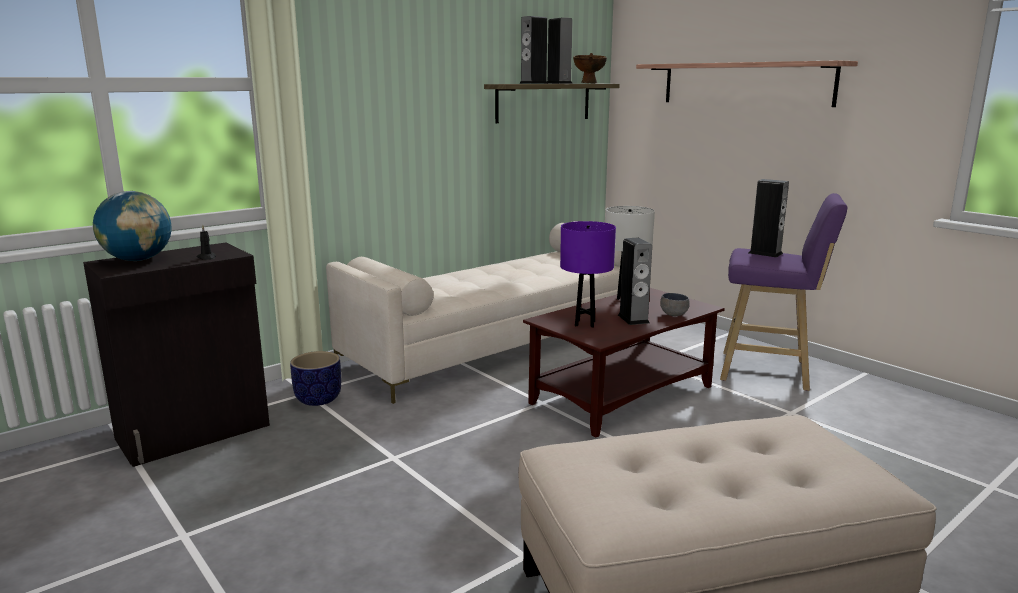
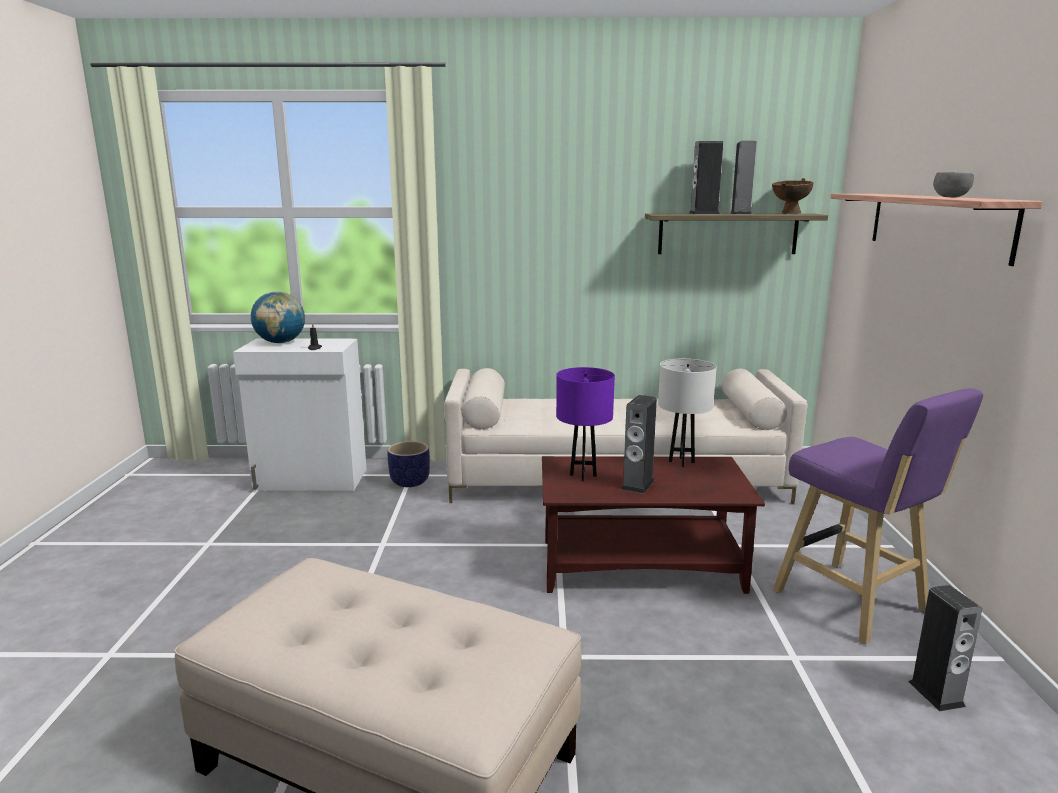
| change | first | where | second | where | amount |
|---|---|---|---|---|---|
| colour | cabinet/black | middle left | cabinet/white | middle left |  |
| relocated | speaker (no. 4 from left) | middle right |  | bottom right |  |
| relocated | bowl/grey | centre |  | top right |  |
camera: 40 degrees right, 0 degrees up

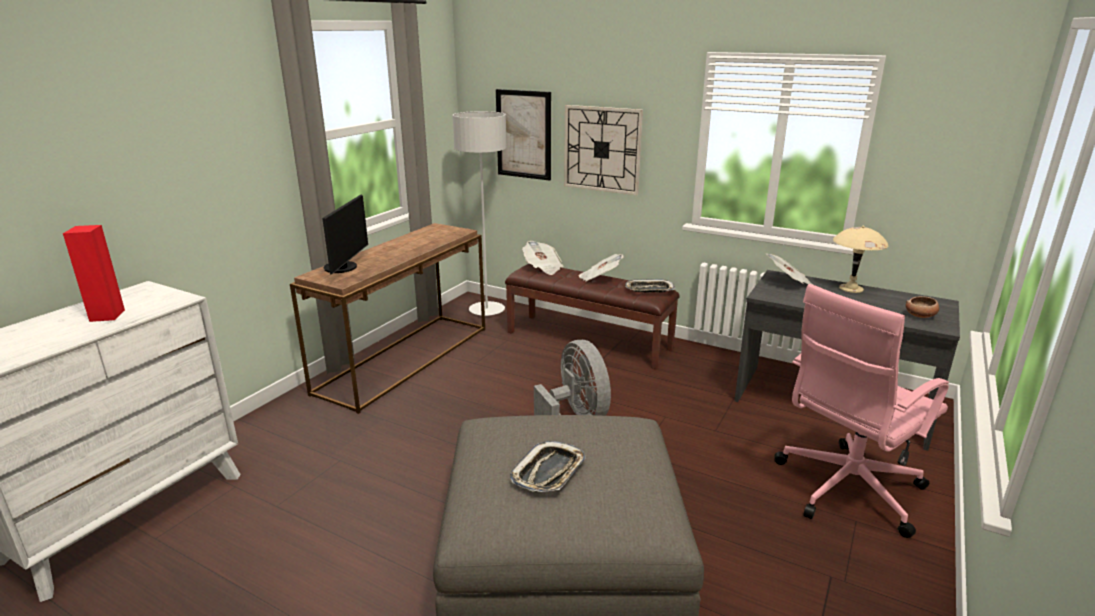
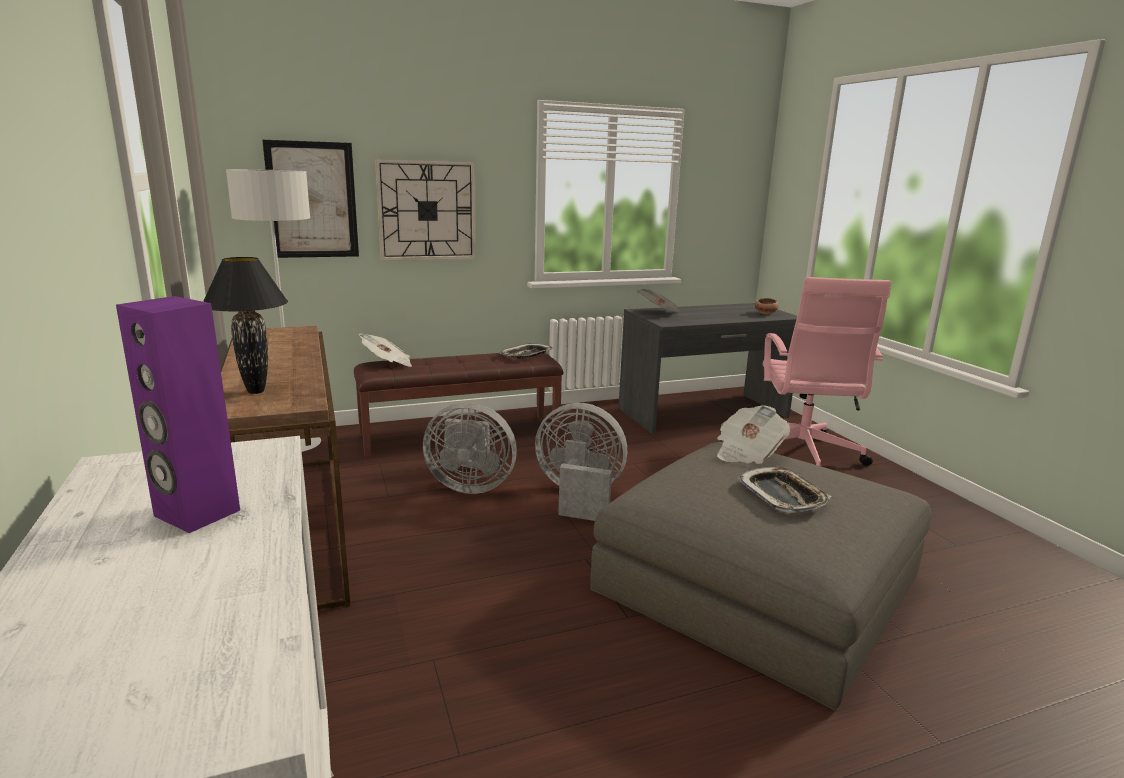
| change | first | where | second | where | amount |
|---|---|---|---|---|---|
| colour | speaker/red | middle left | speaker/purple | middle left |  |
| exchanged | monitor | middle left | table lamp/black | middle left |  |
| appeared |  |  | fan/grey (no. 1 from left) | centre |  |
| relocated | newspaper (no. 2 from left in the first image) | centre | newspaper (no. 3 from left) | middle right |  |
| missing | table lamp/beige | middle right |  |  |  |
camera: 50 degrees left, 5 degrees down

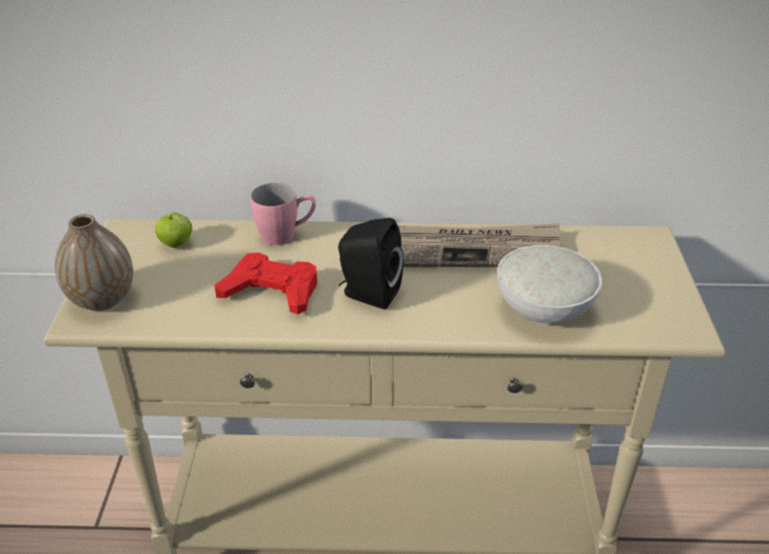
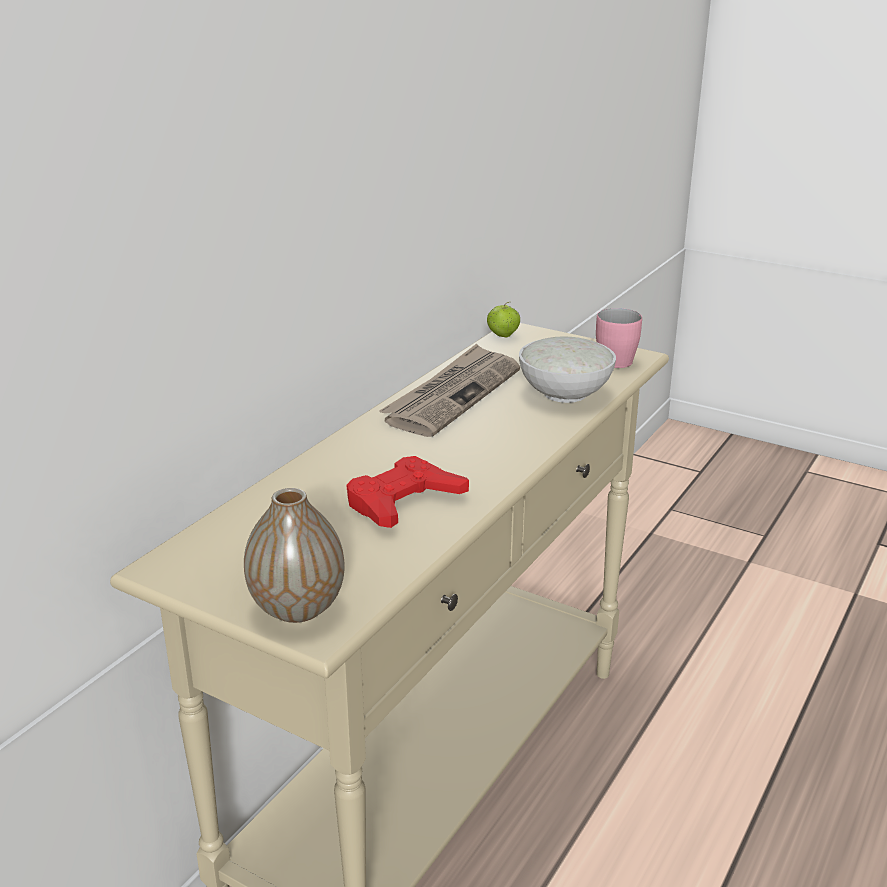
| change | first | where | second | where | amount |
|---|---|---|---|---|---|
| relocated | apple | middle left |  | centre |  |
| relocated | mug/pink | centre |  | middle right |  |
| missing | speaker/black | centre |  |  |  |
camera: 60 degrees left, 10 degrees down

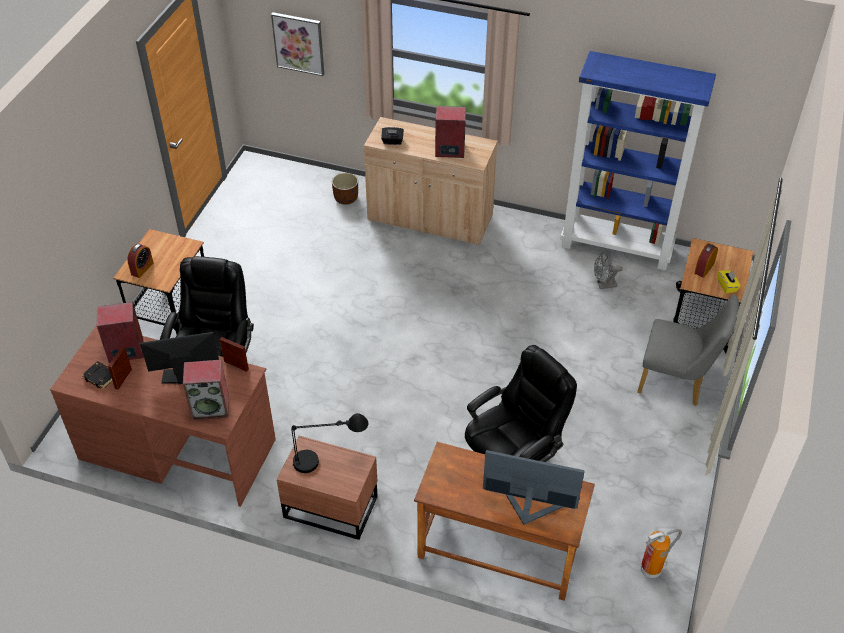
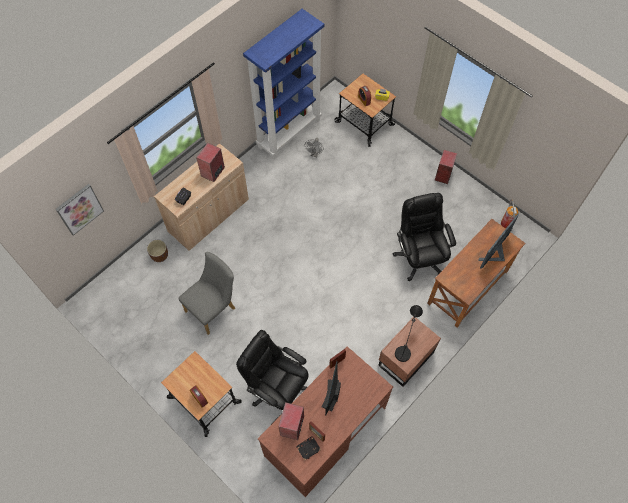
| change | first | where | second | where | amount |
|---|---|---|---|---|---|
| relocated | chair/grey | middle right |  | middle left |  |
| relocated | speaker (no. 2 from left in the first image) | middle left | speaker (no. 3 from left) | top right |  |
camera: 65 degrees left, 15 degrees up

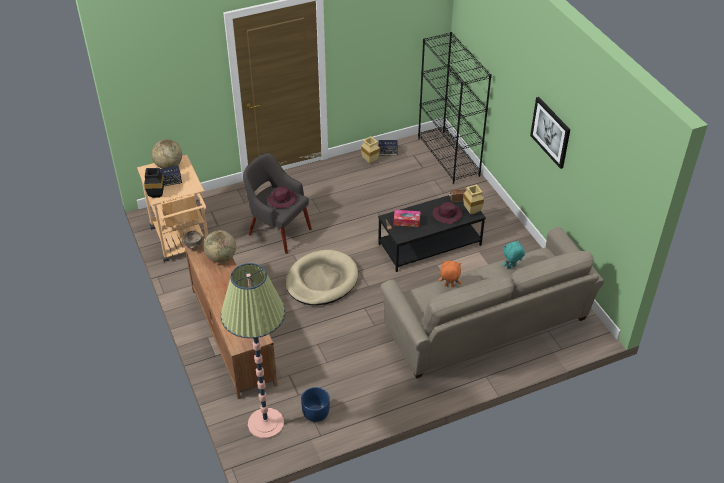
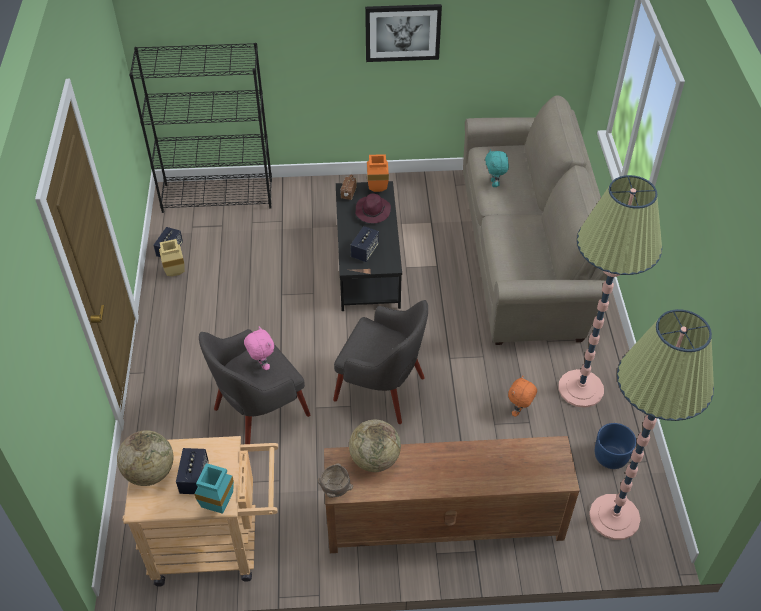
| change | first | where | second | where | amount |
|---|---|---|---|---|---|
| colour | vase/black | middle left | vase/turquoise | bottom left |  |
| exchanged | hat/purple (no. 1 from left) | centre | plush toy/pink | centre |  |
| exchanged | dog bed/beige | centre | armchair/grey (no. 2 from left) | centre |  |
| exchanged | tissue box | centre | speaker (no. 3 from left) | centre |  |
| colour | vase/beige (no. 2 from left) | centre | vase/orange | top centre |  |
| relocated | plush toy/orange | centre |  | middle right |  |
| appeared |  |  | floor lamp (no. 1 from left) | middle right |  |
camera: 70 degrees left, 5 degrees up

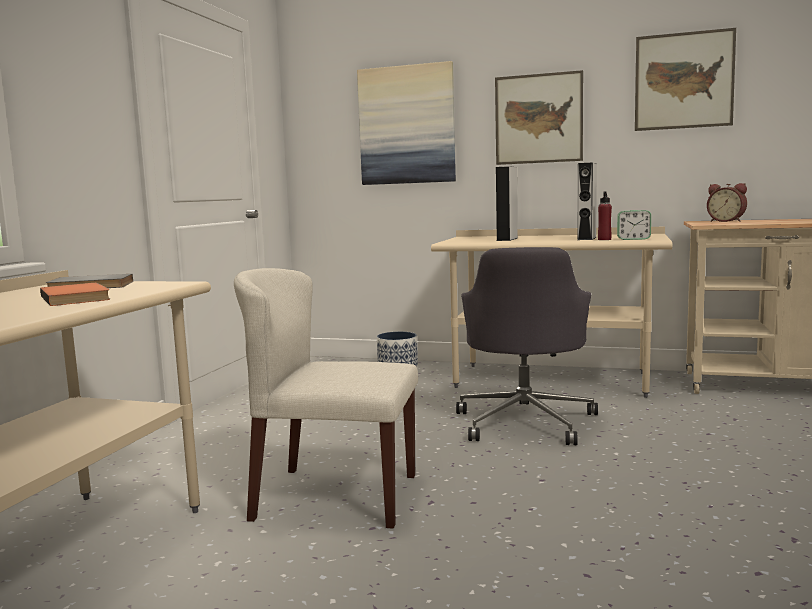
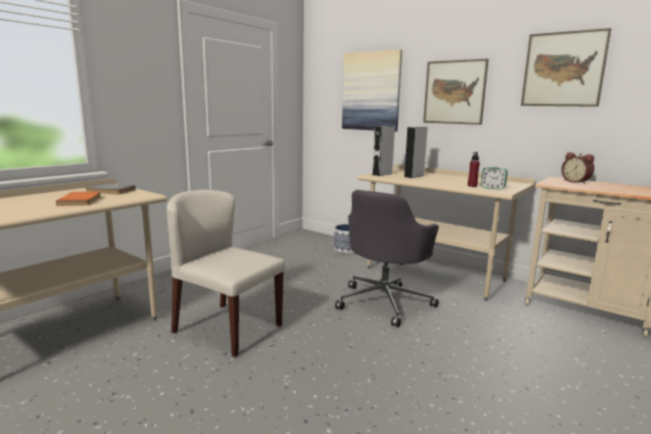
| change | first | where | second | where | amount |
|---|---|---|---|---|---|
| relocated | speaker/grey (no. 2 from left in the first image) | top right | speaker/grey (no. 1 from left) | centre |  |
camera: 20 degrees right, 5 degrees up

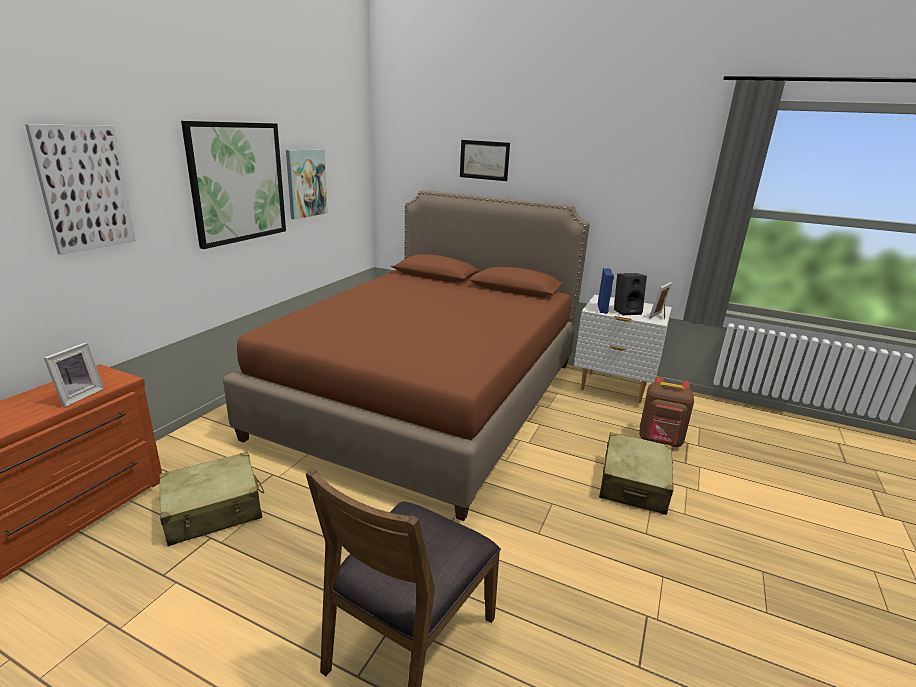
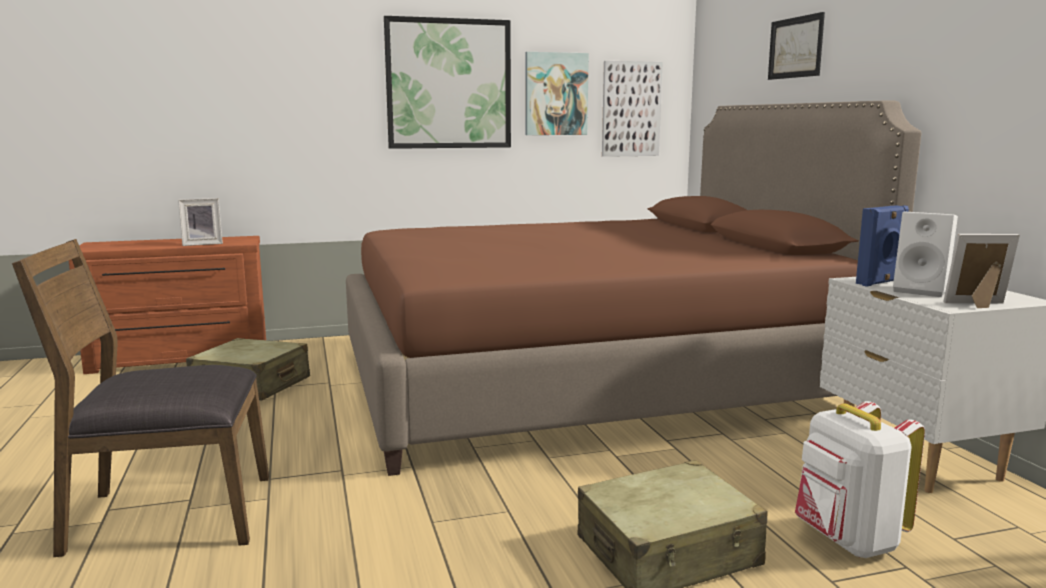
| change | first | where | second | where | amount |
|---|---|---|---|---|---|
| relocated | picture (no. 1 from left in the first image) | top left | picture (no. 3 from left) | top centre |  |
| colour | backpack/brown | middle right | backpack/white | bottom right |  |
| colour | speaker/black | middle right | speaker/white | middle right |  |
camera: 50 degrees right, 10 degrees down

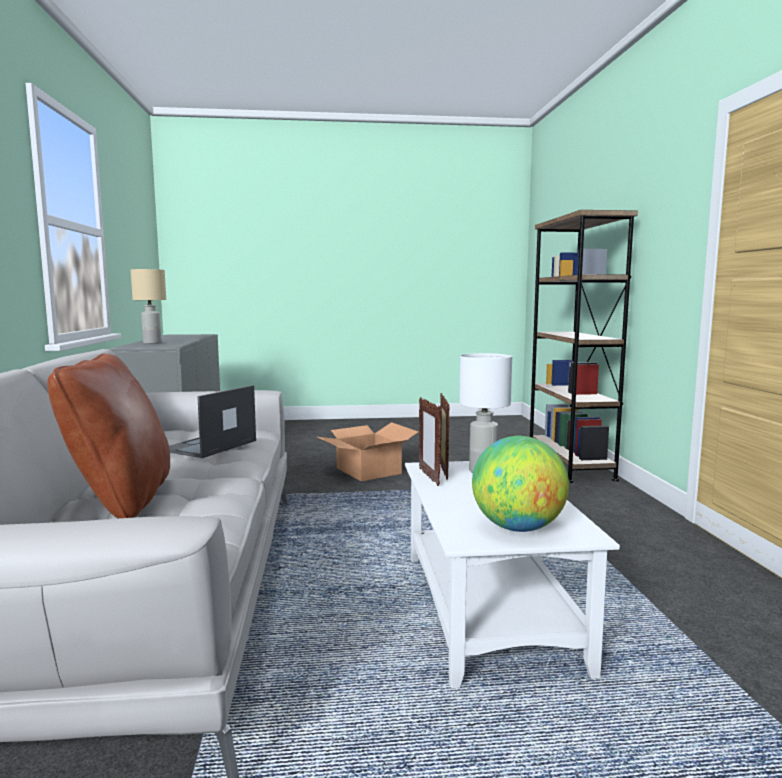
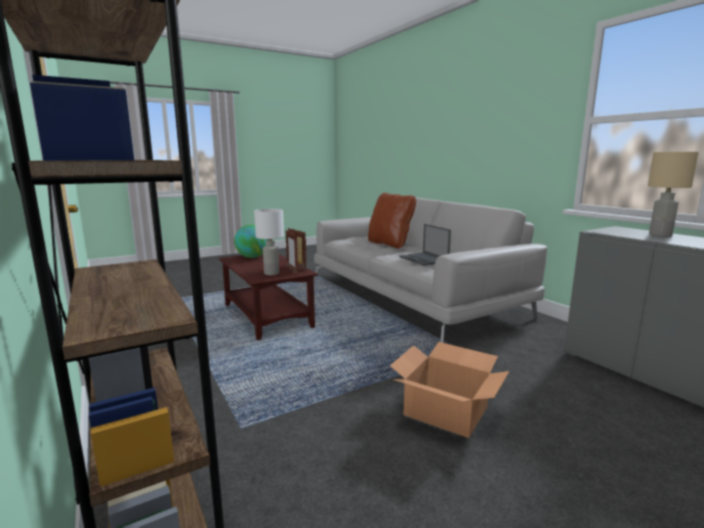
| change | first | where | second | where | amount |
|---|---|---|---|---|---|
| colour | coffee table/white | bottom centre | coffee table/brown | centre |  |
| spun | laptop | middle left |  | centre | 150 degrees clockwise |
camera: 155 degrees right, 5 degrees up

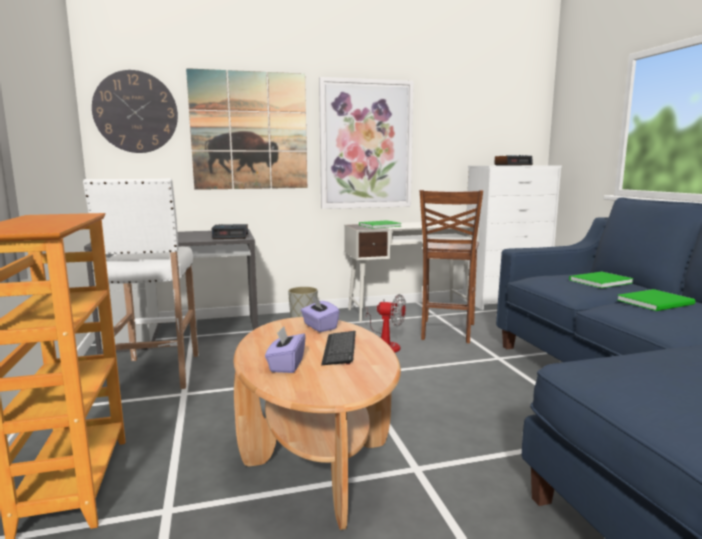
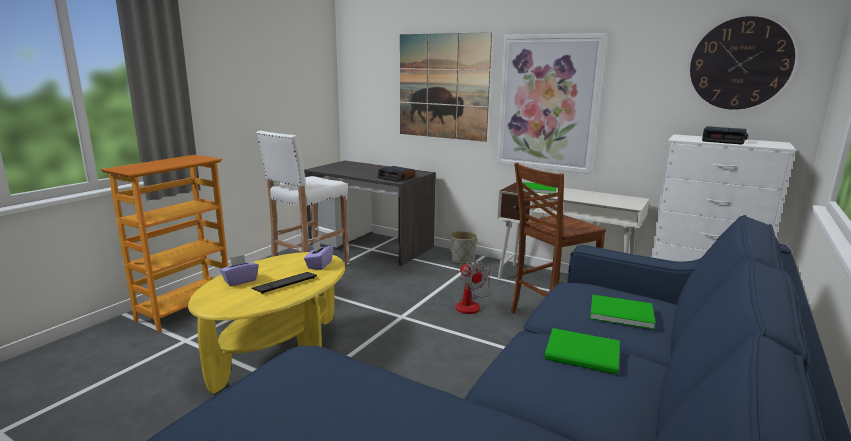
| change | first | where | second | where | amount |
|---|---|---|---|---|---|
| colour | coffee table/brown | bottom centre | coffee table/yellow | bottom left |  |
| relocated | wall clock | top left |  | top right |  |
camera: 45 degrees right, 5 degrees up

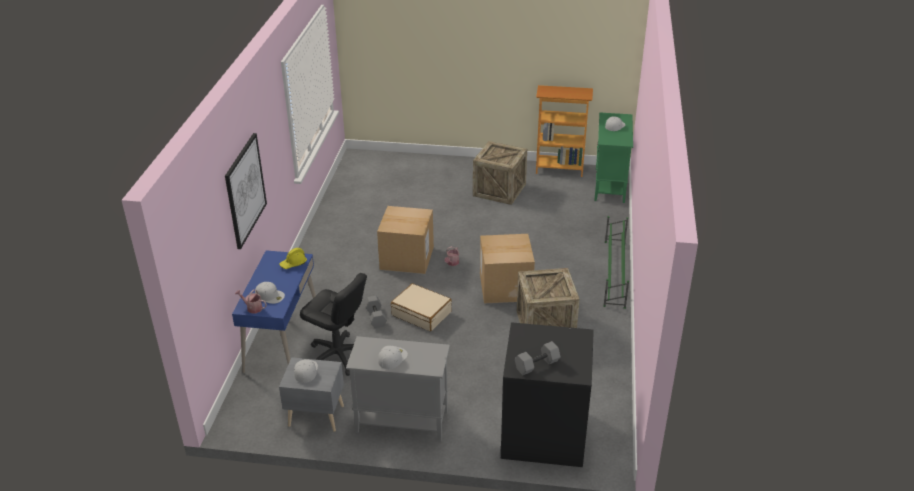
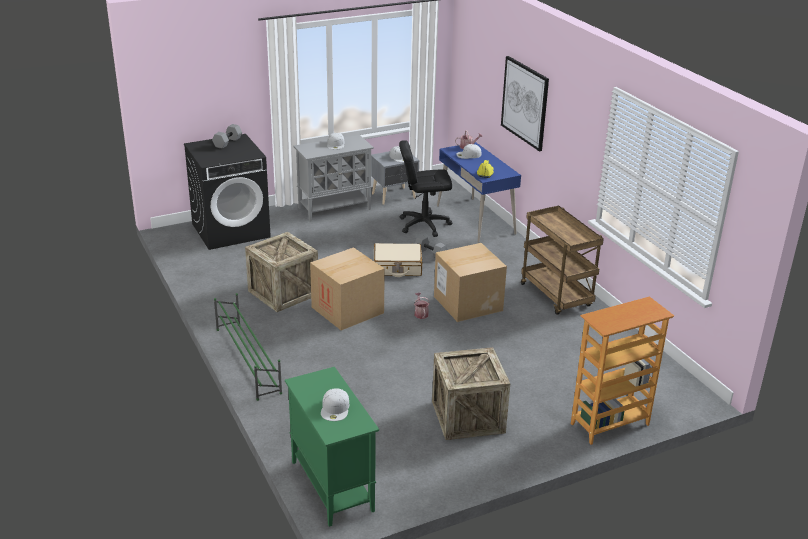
| change | first | where | second | where | amount |
|---|---|---|---|---|---|
| appeared |  |  | cart/brown | middle right |  |
| relocated | bookcase | top centre |  | bottom right |  |
camera: 145 degrees right, 5 degrees down

